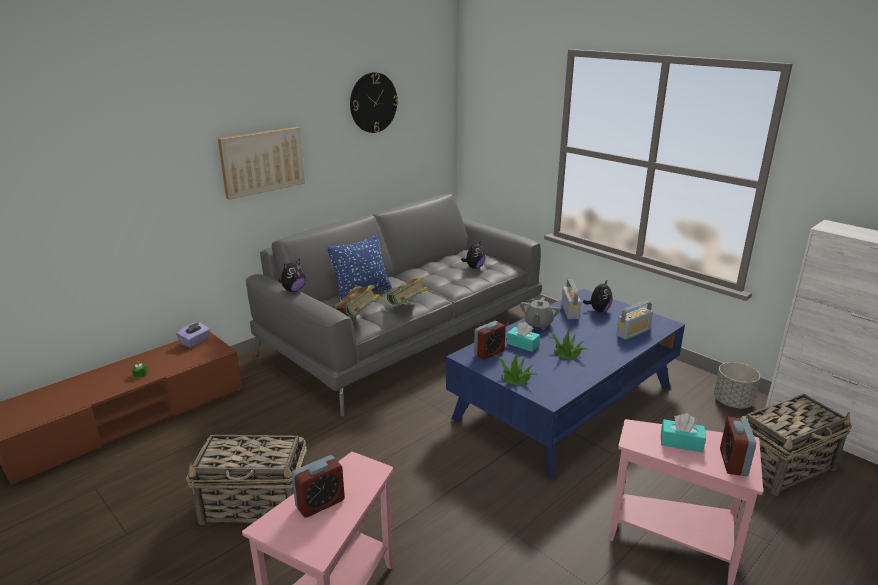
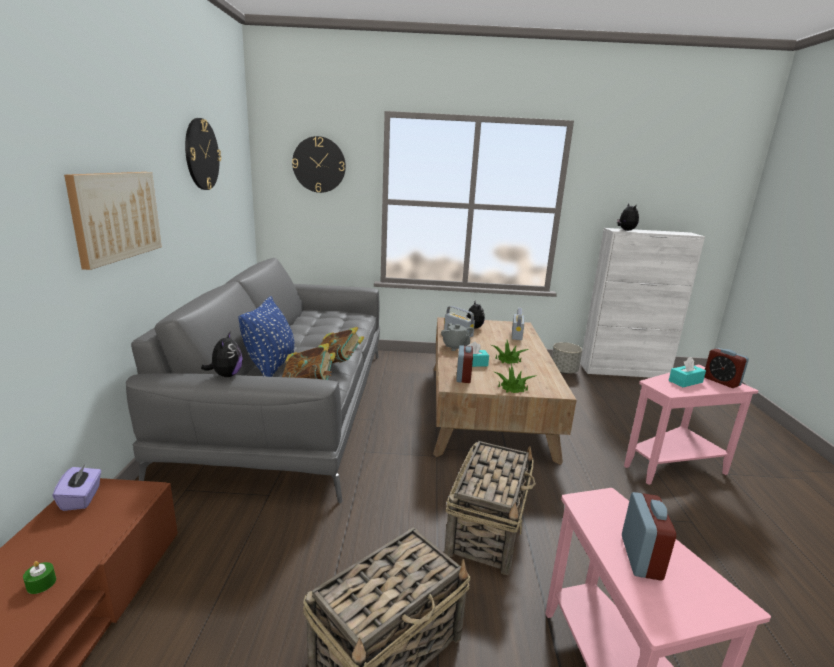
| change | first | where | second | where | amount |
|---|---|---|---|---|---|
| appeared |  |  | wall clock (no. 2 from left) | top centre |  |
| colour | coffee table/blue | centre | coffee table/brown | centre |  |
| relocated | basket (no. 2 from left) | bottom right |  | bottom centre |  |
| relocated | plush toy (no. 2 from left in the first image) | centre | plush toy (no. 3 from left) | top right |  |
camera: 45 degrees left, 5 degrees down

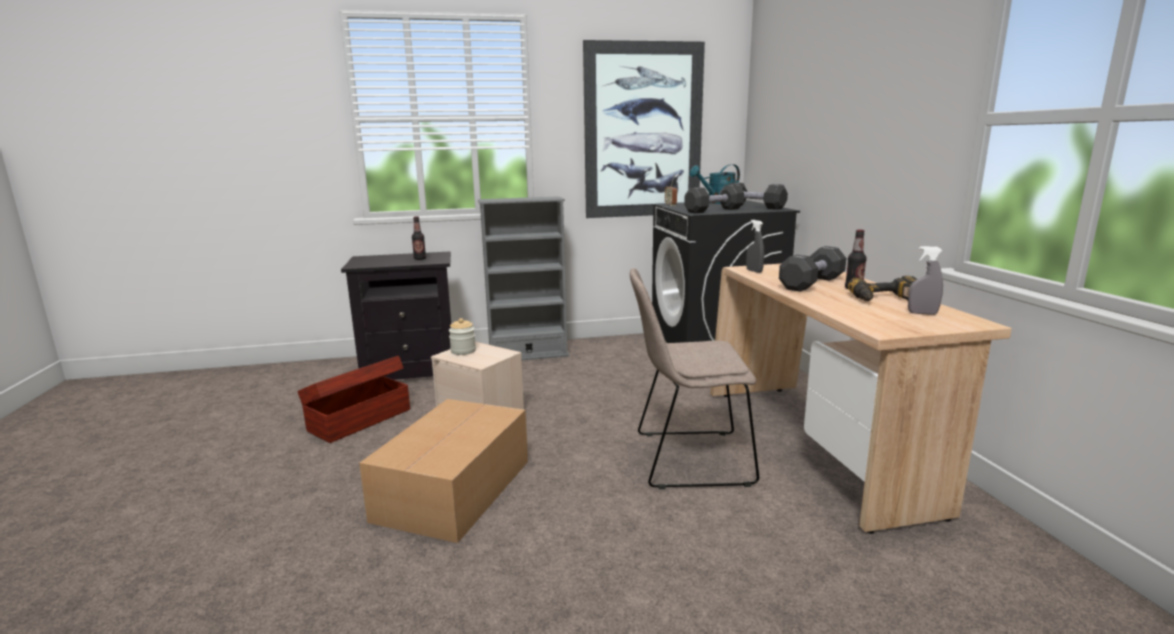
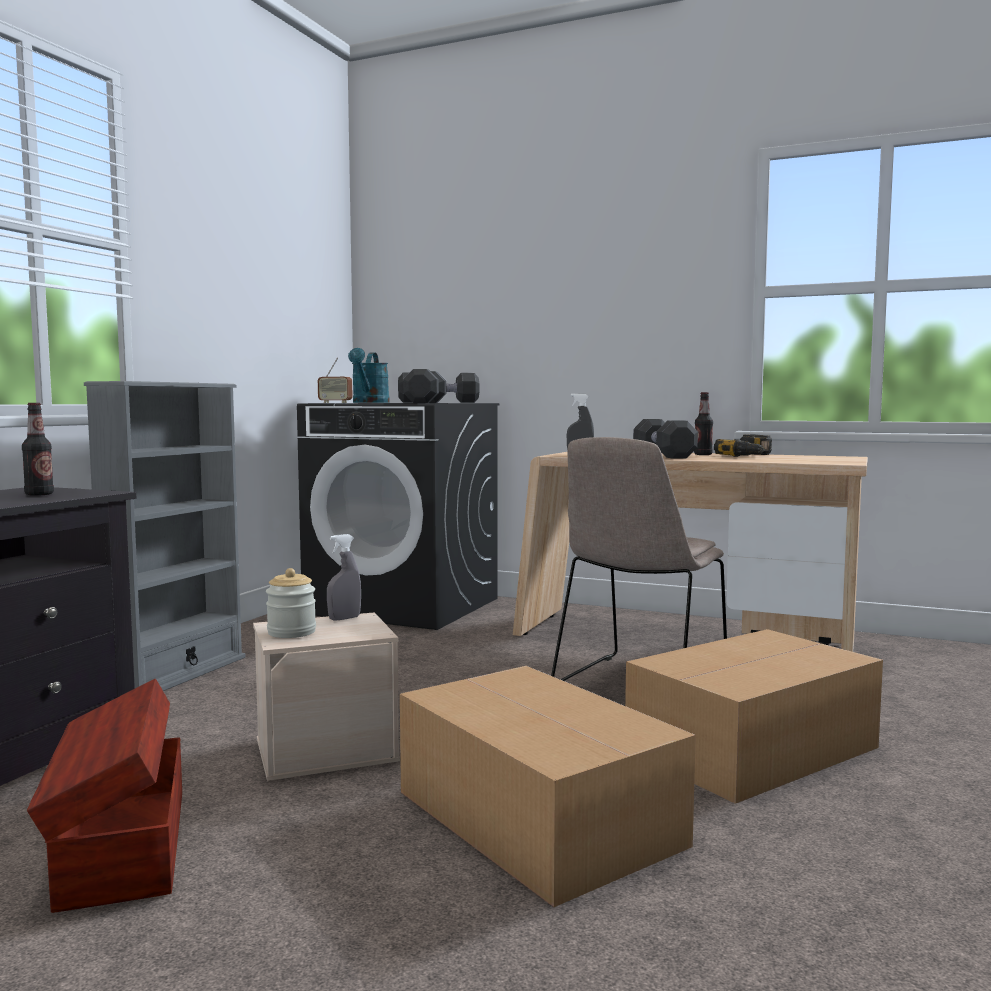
| change | first | where | second | where | amount |
|---|---|---|---|---|---|
| relocated | spray bottle/grey (no. 2 from left in the first image) | middle right | spray bottle/grey (no. 1 from left) | centre |  |
| appeared |  |  | cardboard box (no. 2 from left) | bottom right |  |
| missing | picture | top centre |  |  |  |
camera: 55 degrees left, 10 degrees down

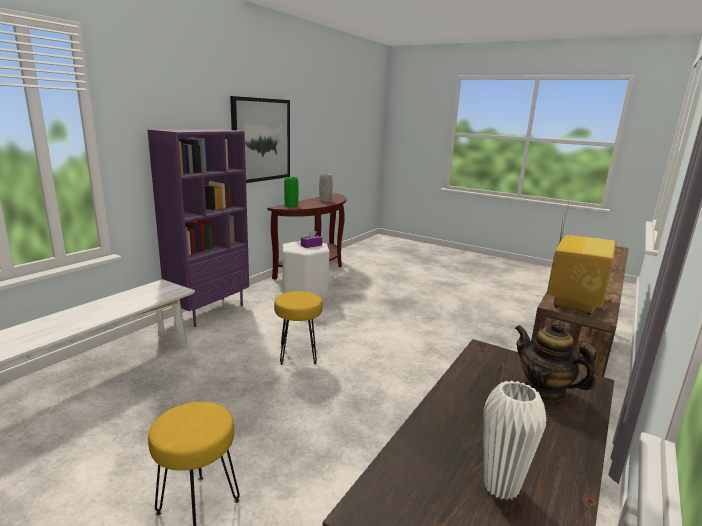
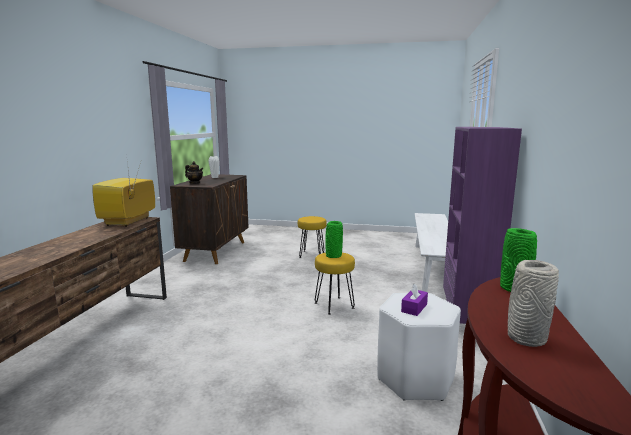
| change | first | where | second | where | amount |
|---|---|---|---|---|---|
| appeared |  |  | vase/green (no. 1 from left) | centre |  |
| missing | picture | top centre |  |  |  |
camera: 160 degrees right, 5 degrees down

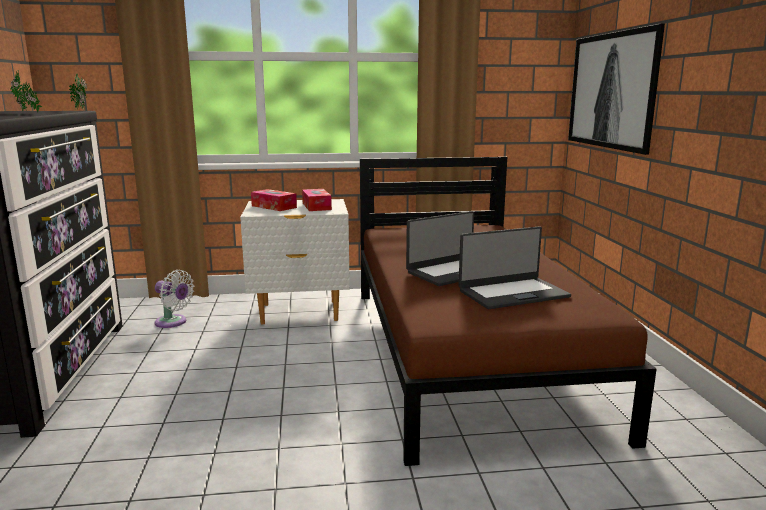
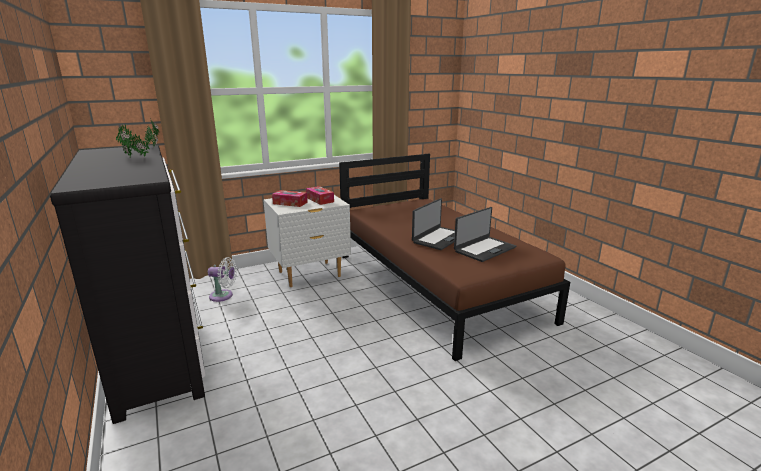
| change | first | where | second | where | amount |
|---|---|---|---|---|---|
| missing | picture | top right |  |  |  |
camera: 20 degrees left, 5 degrees up

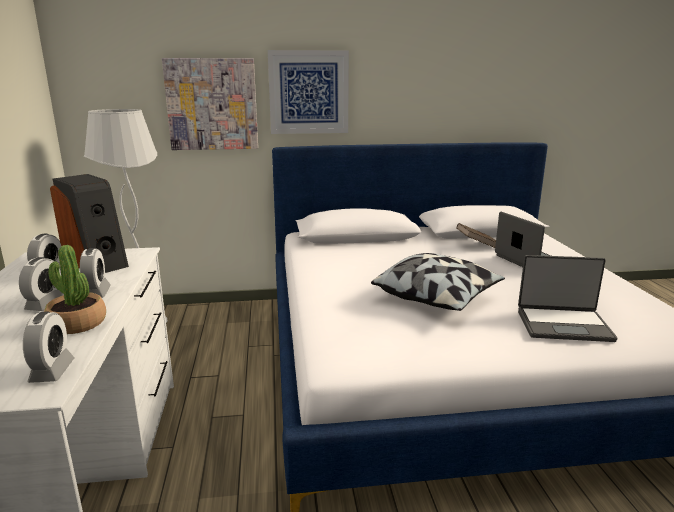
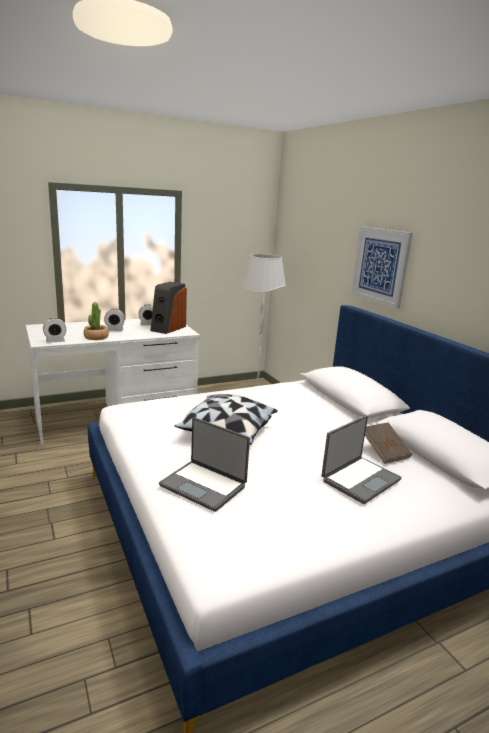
| change | first | where | second | where | amount |
|---|---|---|---|---|---|
| spun | laptop (no. 2 from left in the first image) | middle right | laptop (no. 1 from left) | centre | 45 degrees counterclockwise |
| missing | alarm clock (no. 4 from left) | middle left |  |  |  |
| missing | picture (no. 1 from left) | top left |  |  |  |
camera: 70 degrees right, 0 degrees up

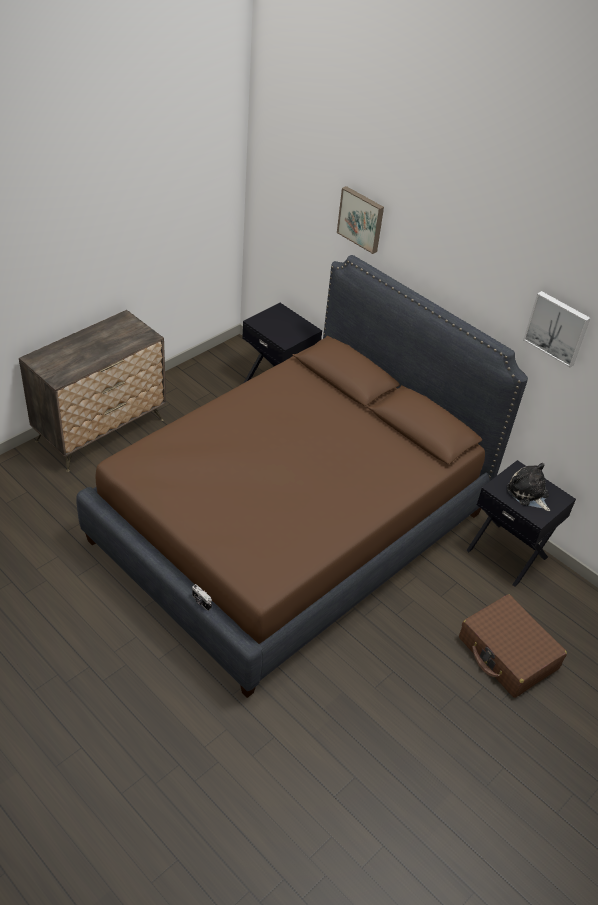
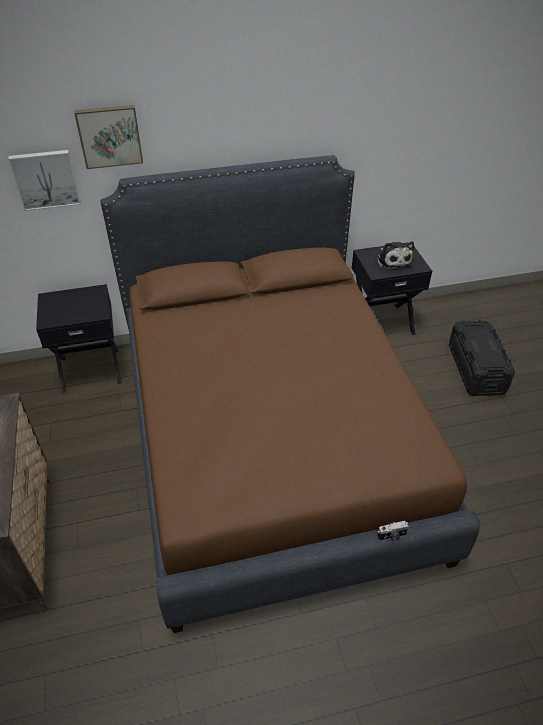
| change | first | where | second | where | amount |
|---|---|---|---|---|---|
| relocated | picture (no. 2 from left in the first image) | middle right | picture (no. 1 from left) | top left |  |
| spun | plush toy | middle right |  | middle right | 105 degrees counterclockwise |
| exchanged | suitcase/brown | bottom right | storage box/black | middle right |  |
camera: 55 degrees left, 0 degrees up

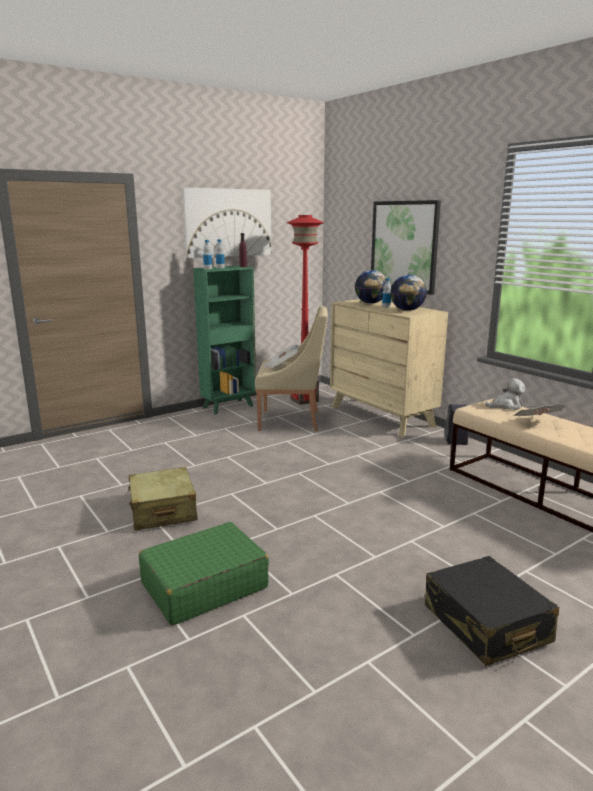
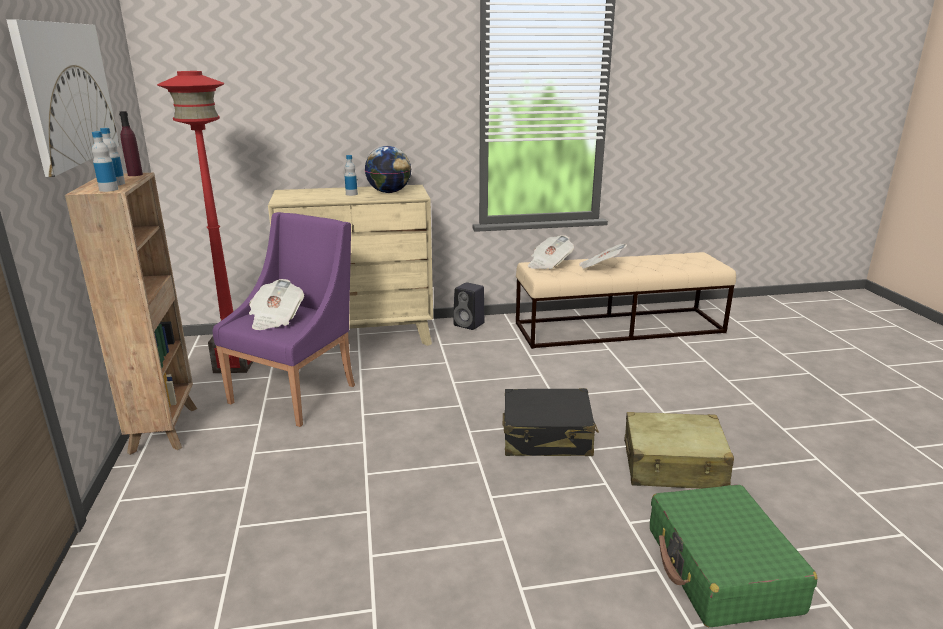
| change | first | where | second | where | amount |
|---|---|---|---|---|---|
| colour | bookcase/green | centre | bookcase/brown | middle left |  |
| colour | armchair/beige | centre | armchair/purple | middle left |  |
| relocated | suitcase/black | bottom right |  | bottom centre |  |
| exchanged | plush toy | middle right | newspaper (no. 2 from left) | centre |  |
| relocated | suitcase/beige | middle left |  | bottom right |  |
| missing | globe (no. 1 from left) | centre |  |  |  |
| missing | picture (no. 2 from left) | top right |  |  |  |
camera: 65 degrees left, 5 degrees up

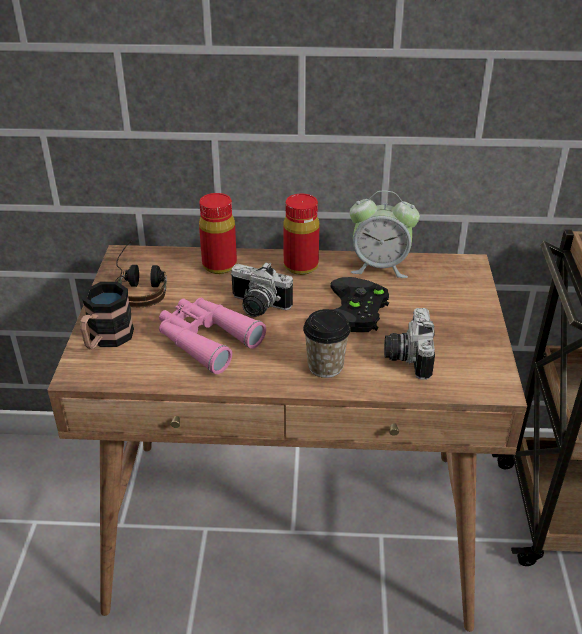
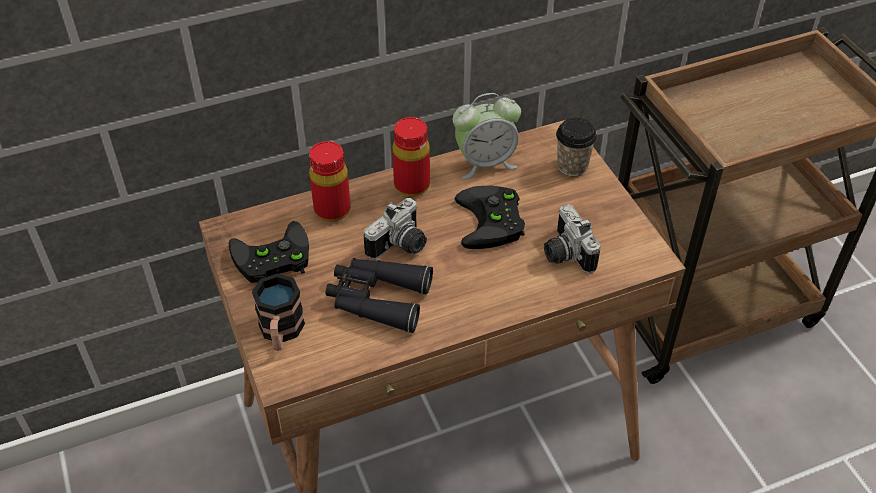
| change | first | where | second | where | amount |
|---|---|---|---|---|---|
| exchanged | headphones | middle left | game controller/black (no. 1 from left) | middle left |  |
| colour | binoculars/pink | centre | binoculars/black | centre |  |
| spun | photo camera (no. 1 from left) | centre |  | centre | 45 degrees counterclockwise |
| relocated | cup | centre |  | top centre |  |
camera: 25 degrees left, 10 degrees up

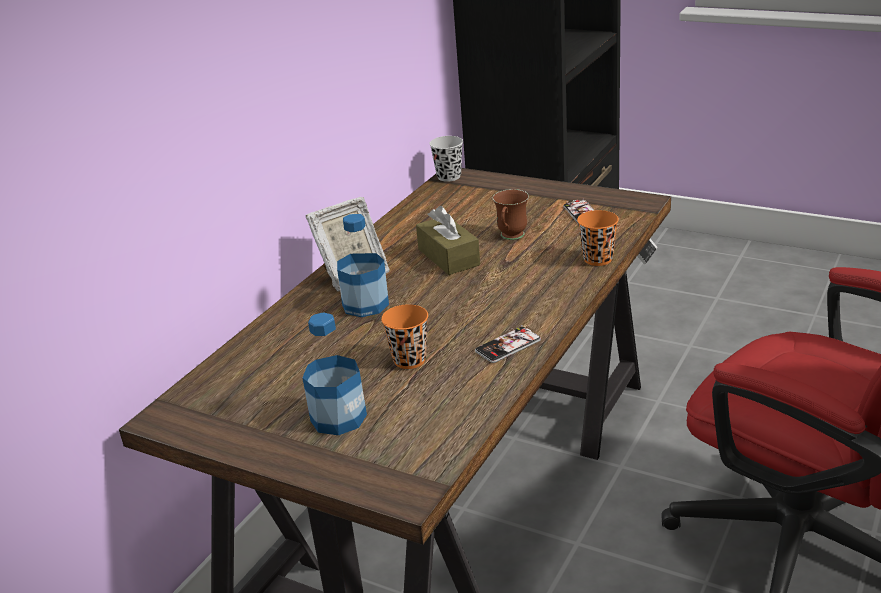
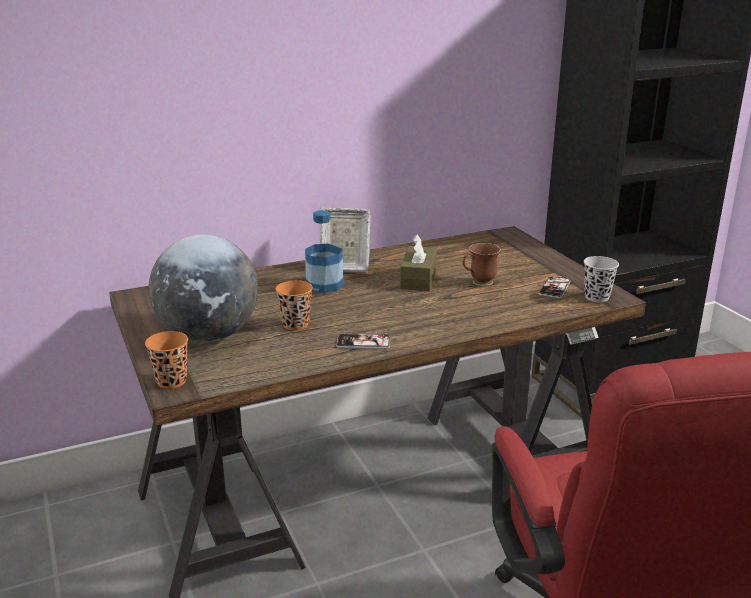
| change | first | where | second | where | amount |
|---|---|---|---|---|---|
| relocated | cup/orange (no. 2 from left in the first image) | middle right | cup/orange (no. 1 from left) | middle left |  |
| exchanged | bottle (no. 1 from left) | centre | globe | middle left |  |
| relocated | cup/black | top centre |  | middle right |  |
camera: 35 degrees right, 5 degrees down

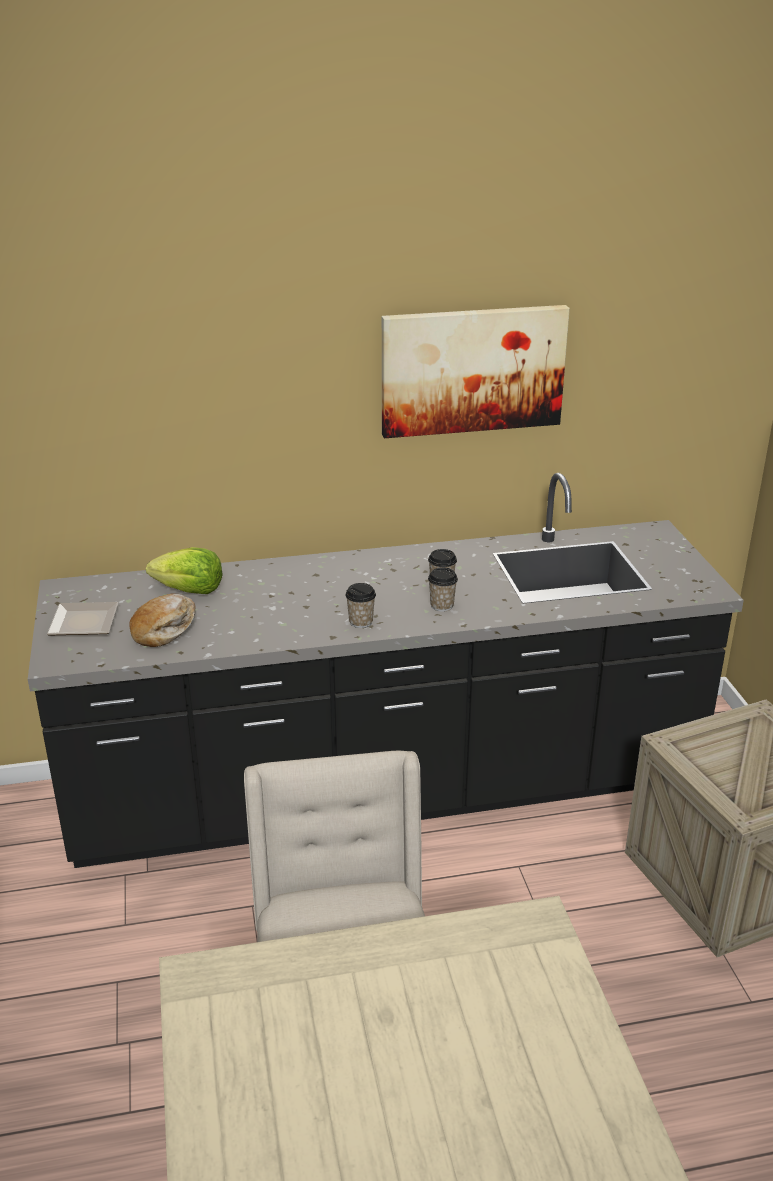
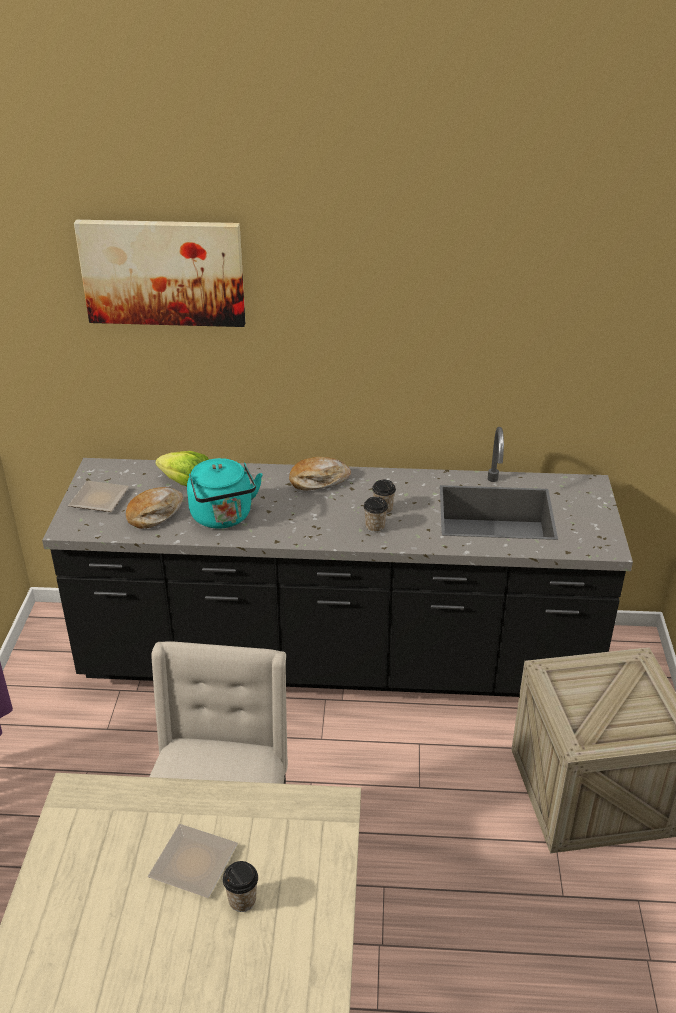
| change | first | where | second | where | amount |
|---|---|---|---|---|---|
| relocated | picture | top centre |  | top left |  |
| appeared |  |  | plate (no. 2 from left) | bottom left |  |
| appeared |  |  | kettle/turquoise | middle left |  |
| relocated | cup (no. 1 from left) | centre |  | bottom centre |  |
| appeared |  |  | bread (no. 2 from left) | centre |  |
camera: 15 degrees right, 5 degrees up

